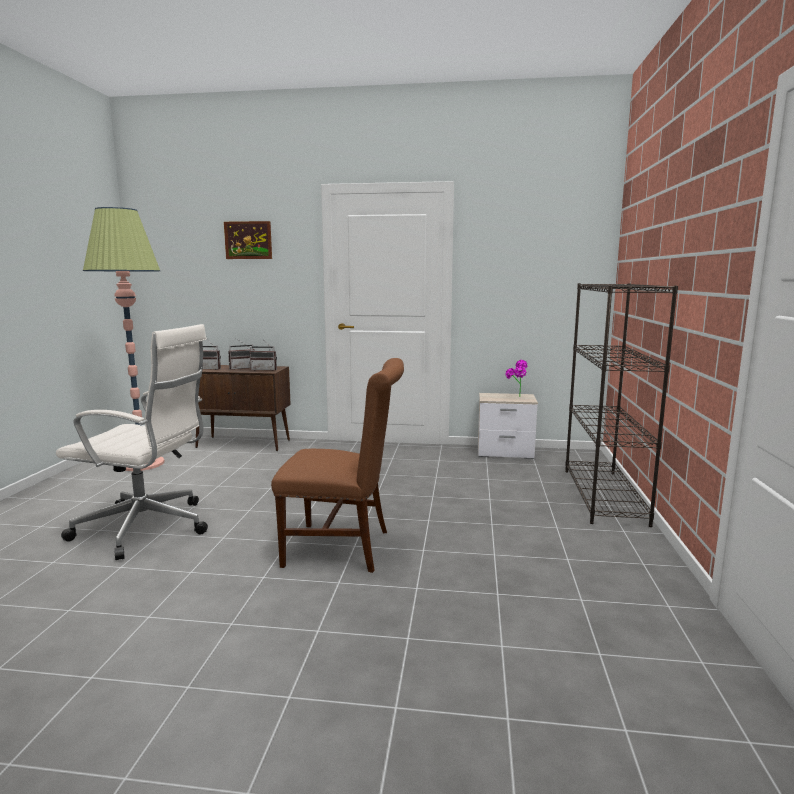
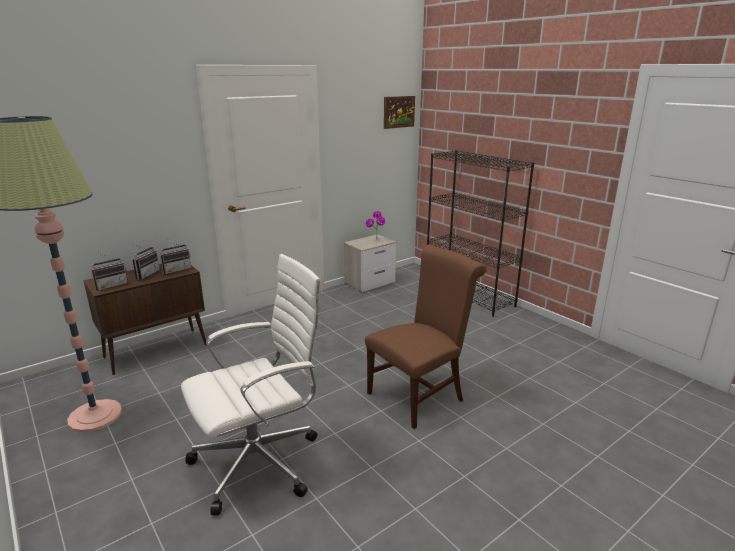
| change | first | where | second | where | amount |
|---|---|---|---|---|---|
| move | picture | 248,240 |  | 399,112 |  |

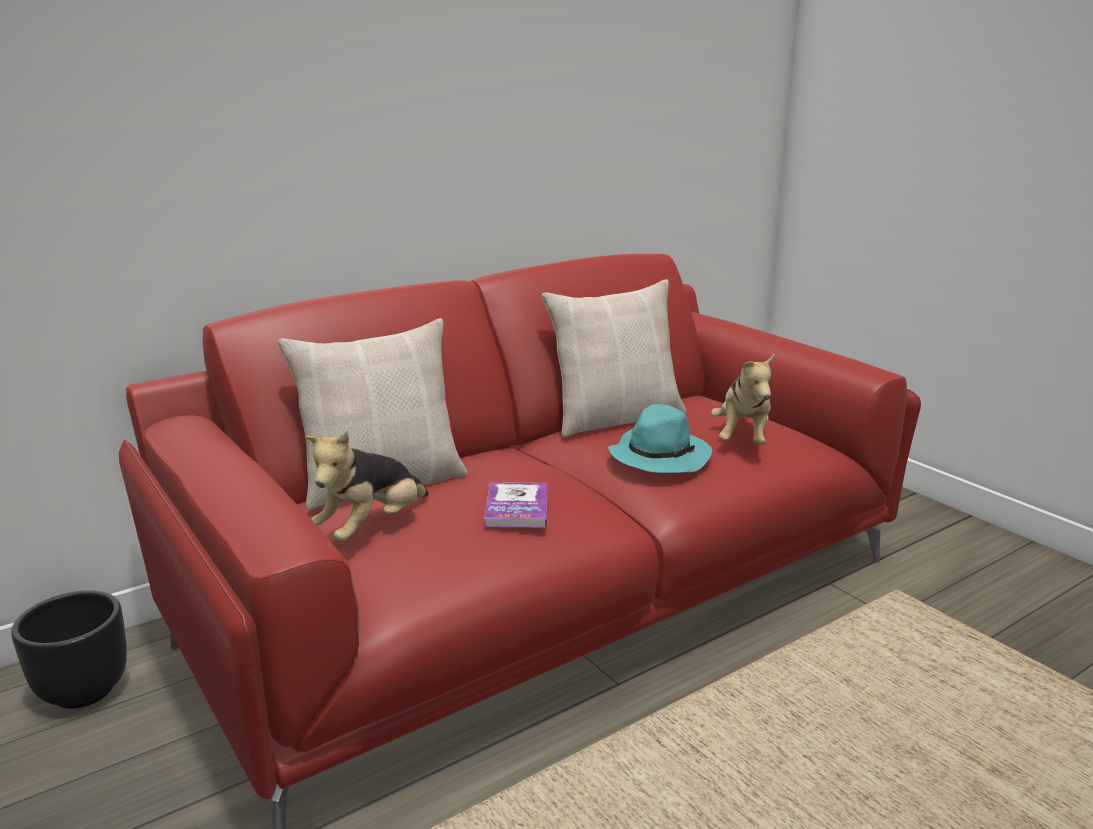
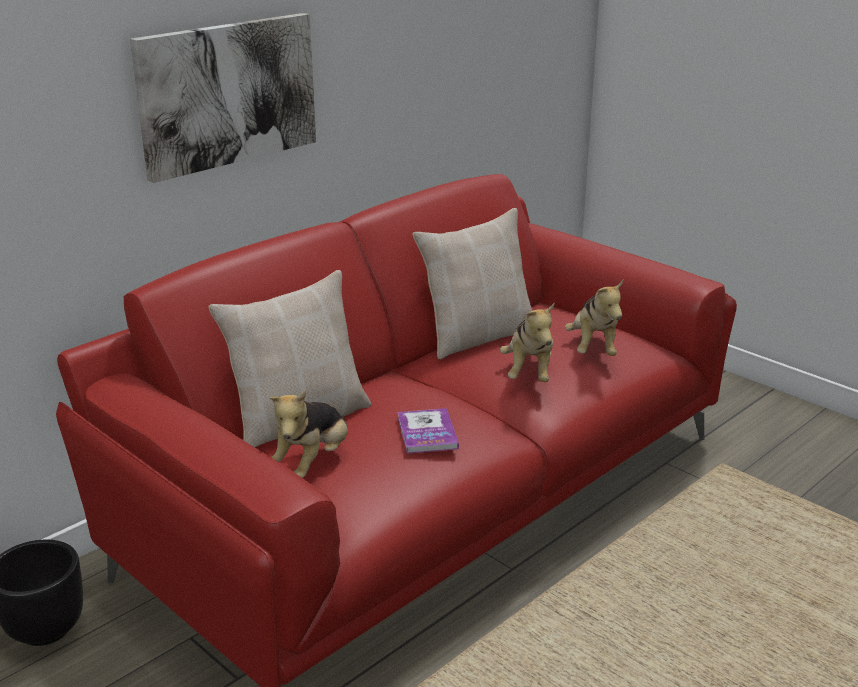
| change | first | where | second | where | amount |
|---|---|---|---|---|---|
| insert |  |  | picture | 227,93 |  |
| replace | turquoise wearable hat | 659,456 | soft toy | 529,372 |  |

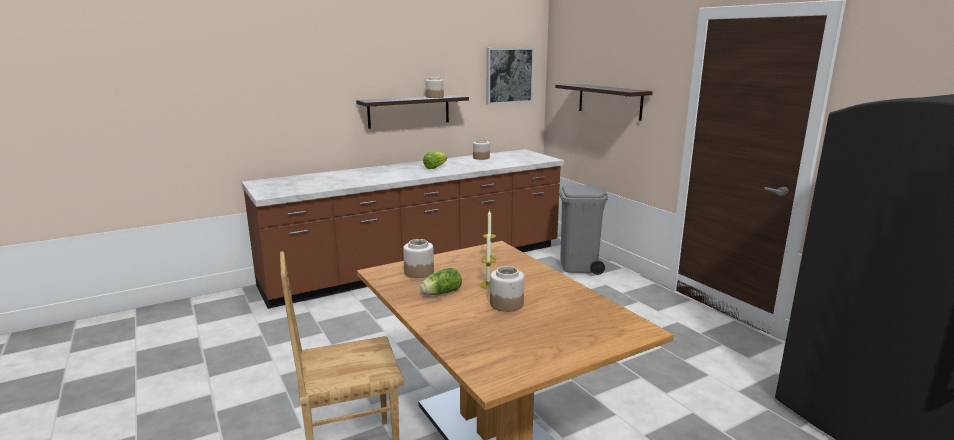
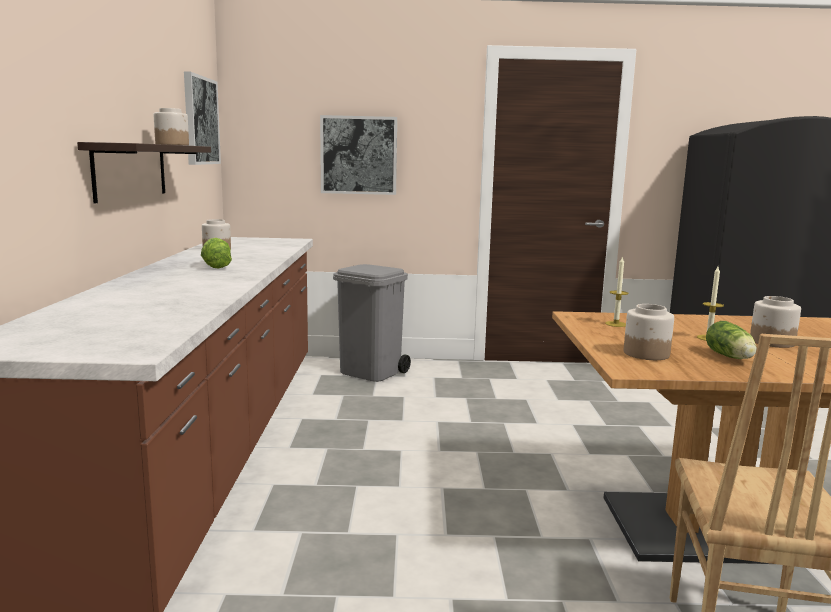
| change | first | where | second | where | amount |
|---|---|---|---|---|---|
| replace | bracket shelf | 609,101 | picture | 359,155 |  |

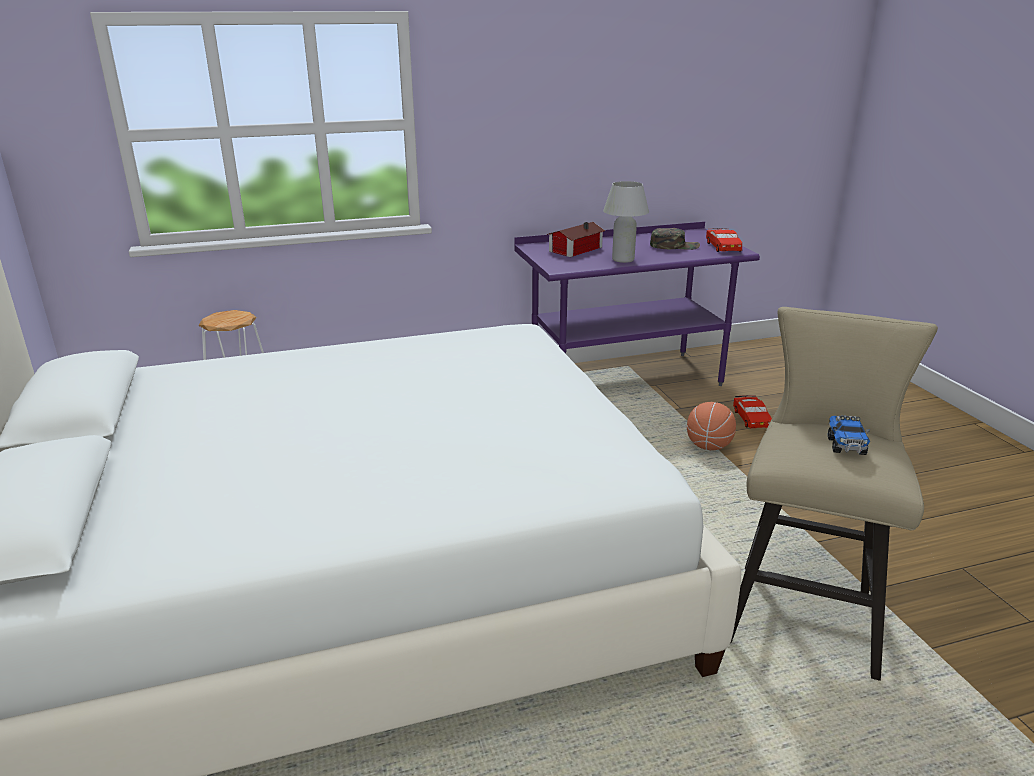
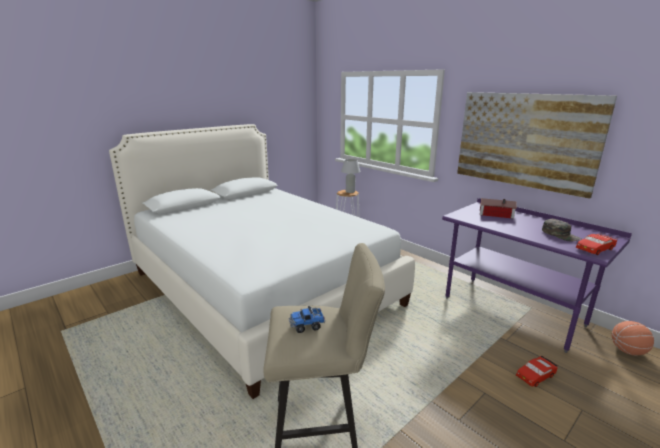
| change | first | where | second | where | amount |
|---|---|---|---|---|---|
| insert |  |  | picture | 525,140 |  |
| move | white tabletop lamp | 623,259 |  | 350,191 |  |
| move | basketball | 708,446 |  | 628,351 |  |

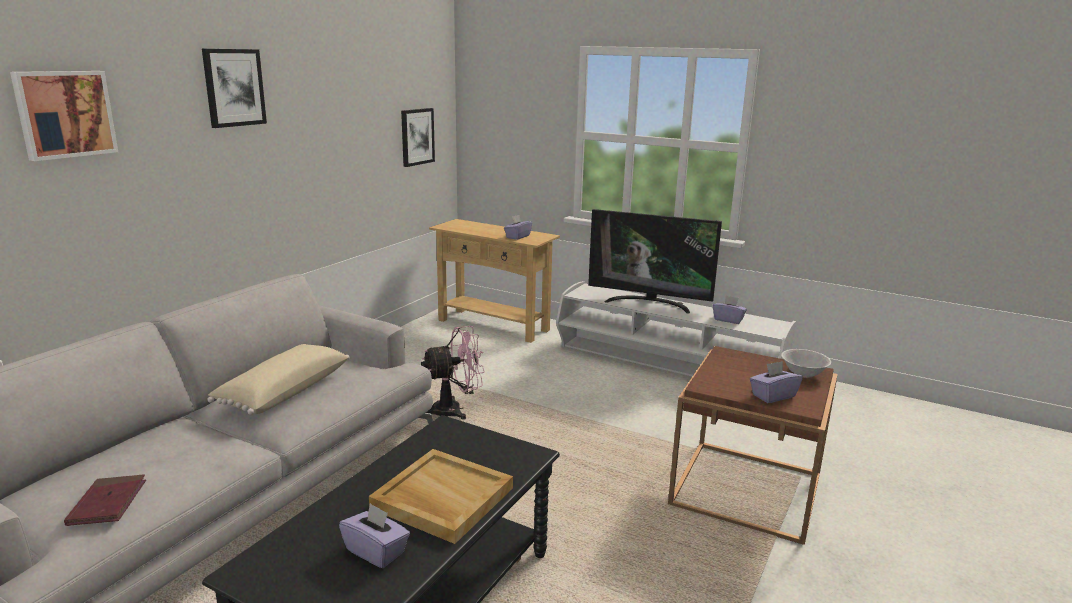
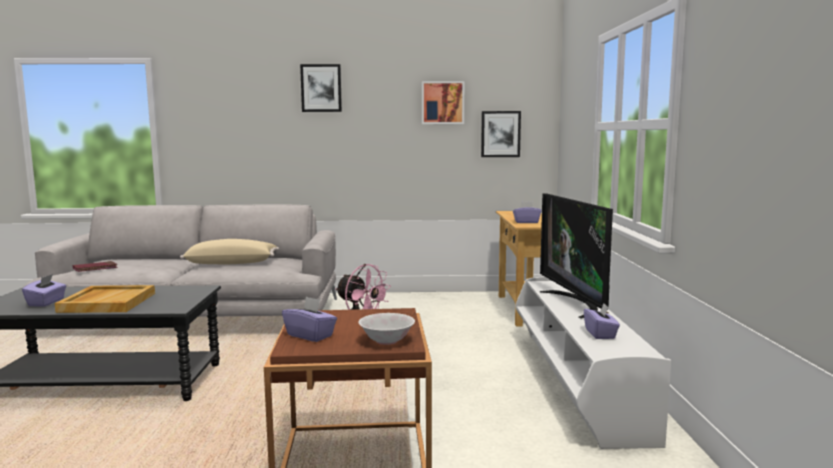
| change | first | where | second | where | amount |
|---|---|---|---|---|---|
| move | picture | 64,114 |  | 442,103 |  |

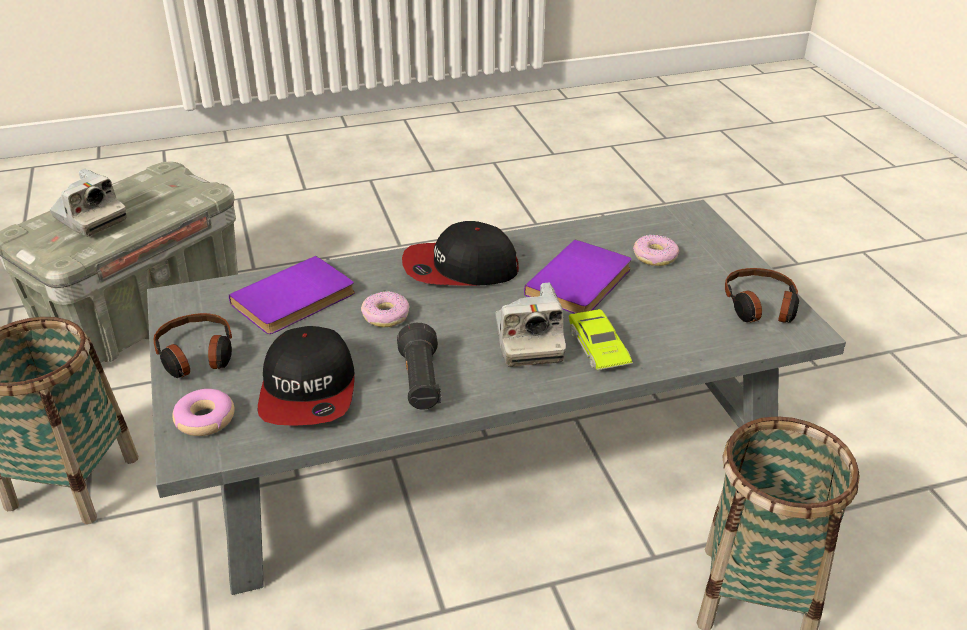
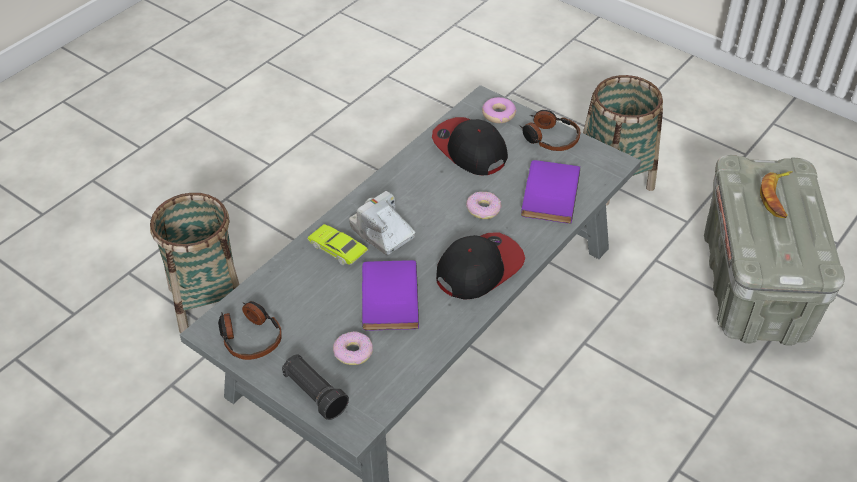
| change | first | where | second | where | amount |
|---|---|---|---|---|---|
| move | black-coloured torch | 421,383 |  | 314,393 |  |
| replace | photo camera | 90,219 | whole banana | 777,197 |  |

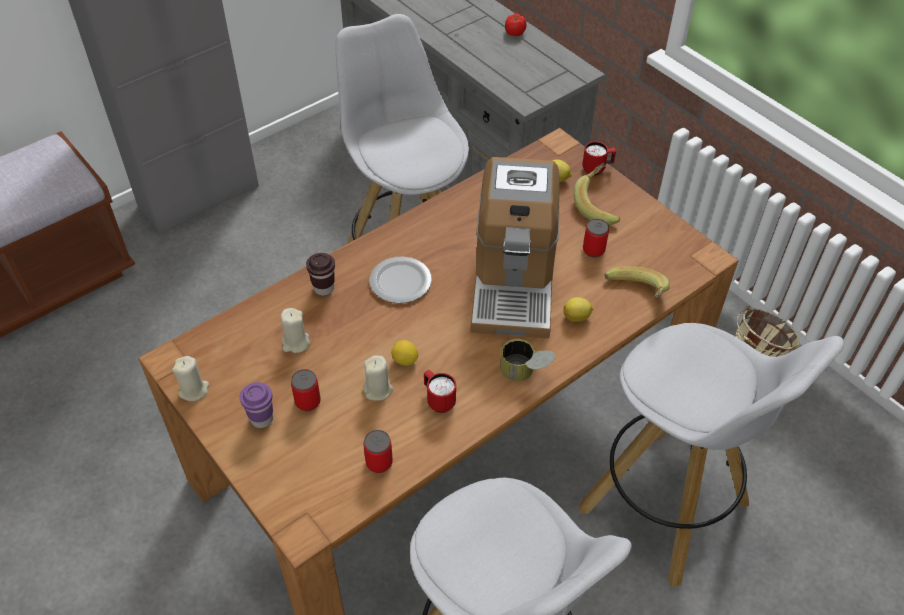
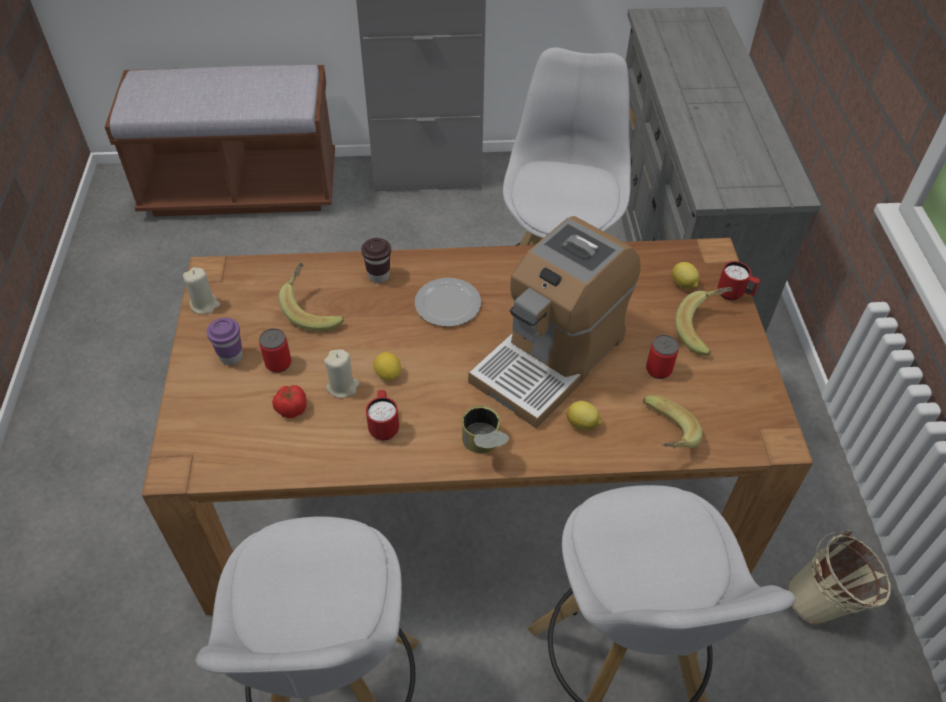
| change | first | where | second | where | amount |
|---|---|---|---|---|---|
| delete | can | 379,462 |  |  |  |
| move | fresh tomato | 514,33 |  | 291,409 |  |
| replace | beige-coloured candle | 296,343 | whole banana | 314,309 |  |

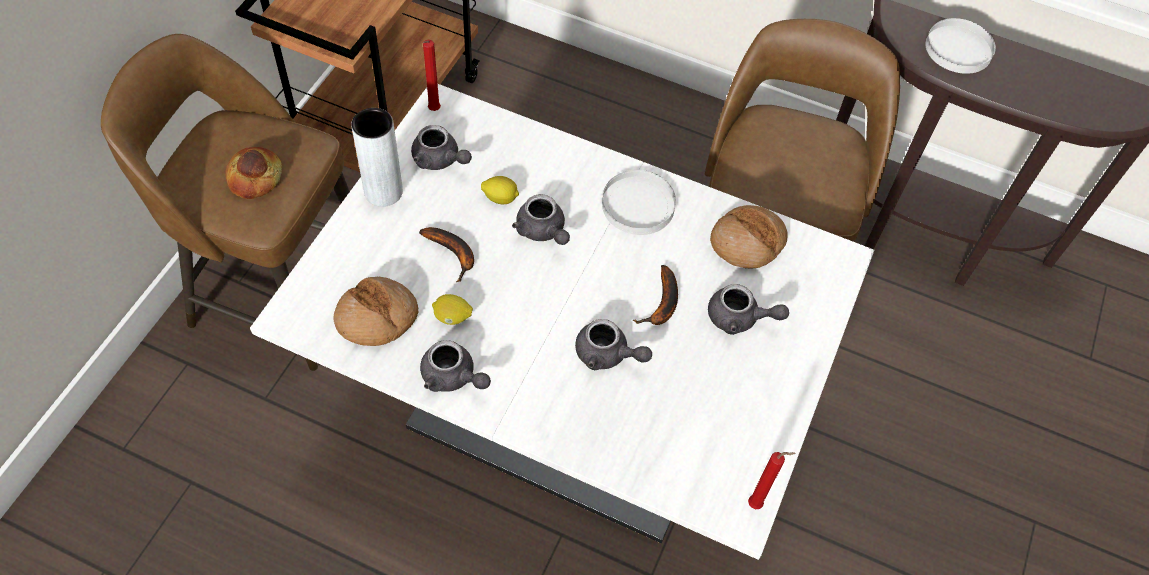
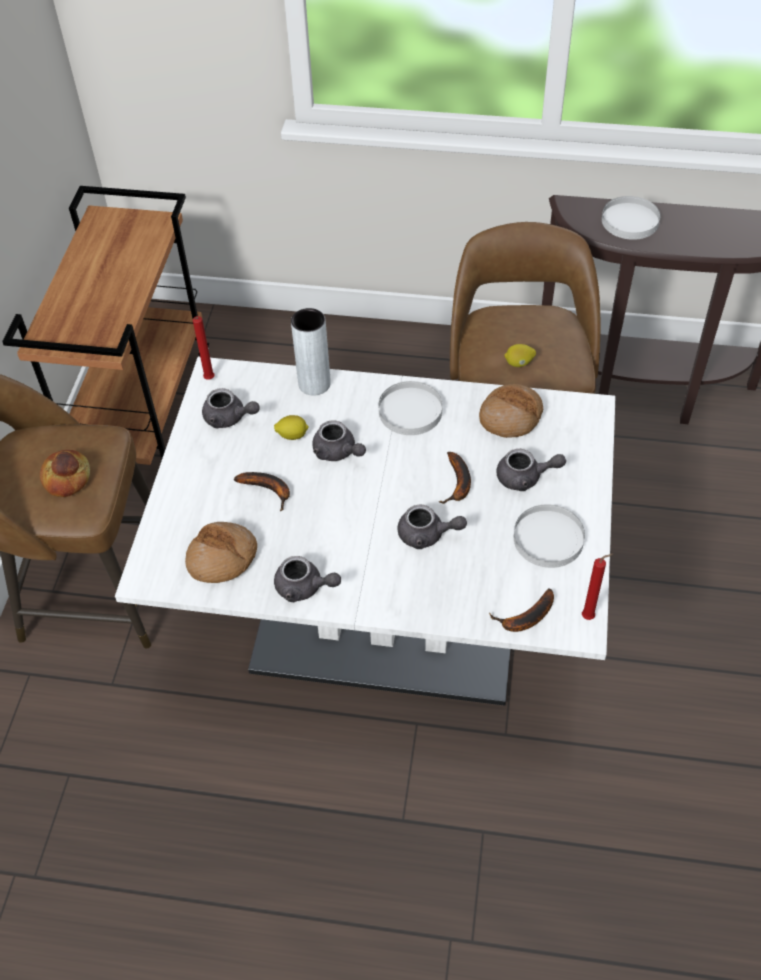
| change | first | where | second | where | amount |
|---|---|---|---|---|---|
| insert |  |  | whole banana | 525,618 |  |
| insert |  |  | white flat dish | 549,538 |  |
| move | gray decorative vase | 383,192 |  | 314,384 |  |
| move | citrus fruit | 452,317 |  | 519,363 |  |

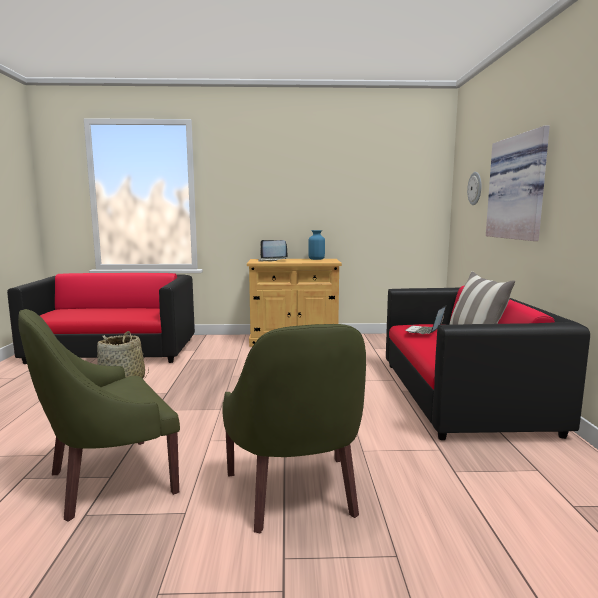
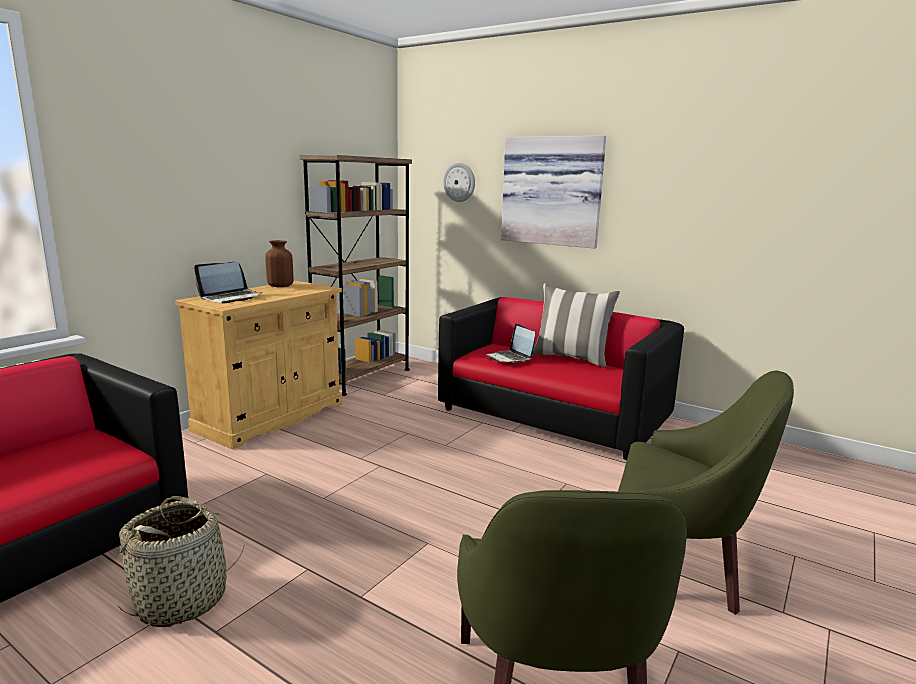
| change | first | where | second | where | amount |
|---|---|---|---|---|---|
| insert |  |  | brownish bookshelf | 362,377 |  |
| recolor | blue-coloured decorative vase | 316,259 | brownish decorative vase | 280,286 |  |

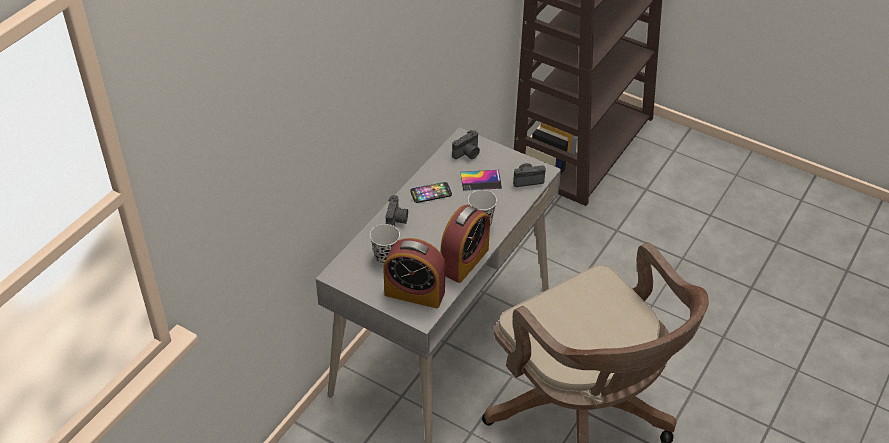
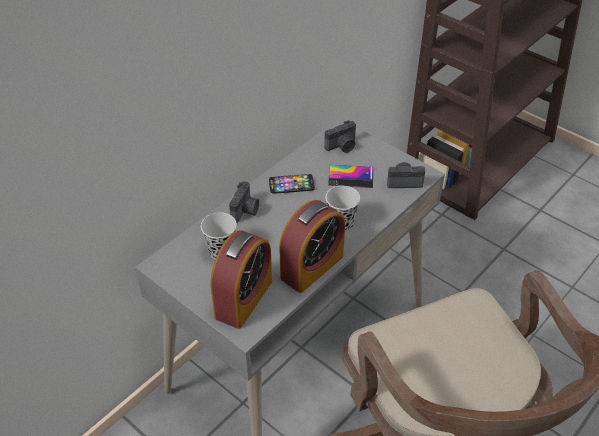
| change | first | where | second | where | amount |
|---|---|---|---|---|---|
| rotate | alarm clock | 414,293 |  | 244,299 | 90 degrees counterclockwise |

